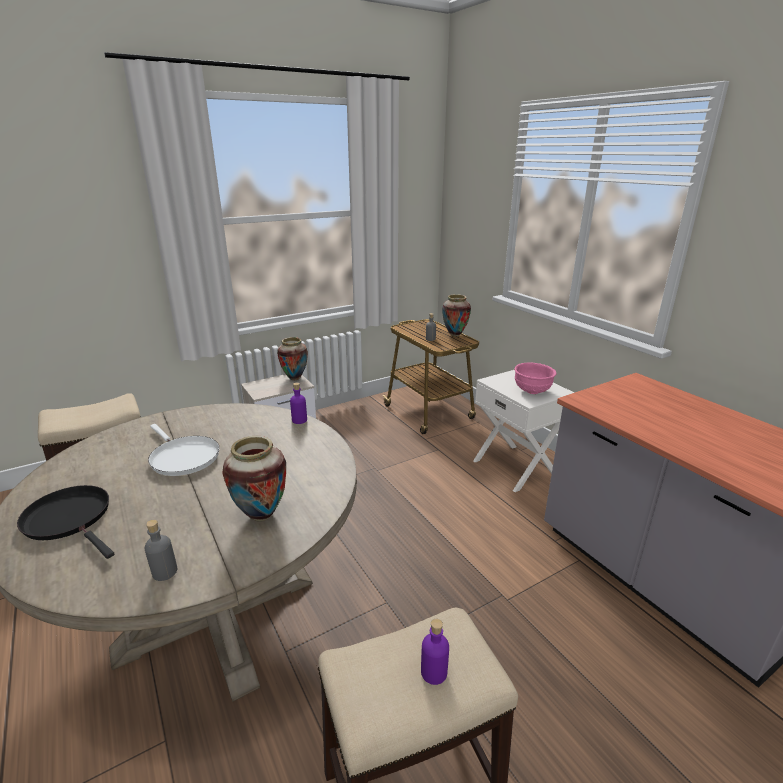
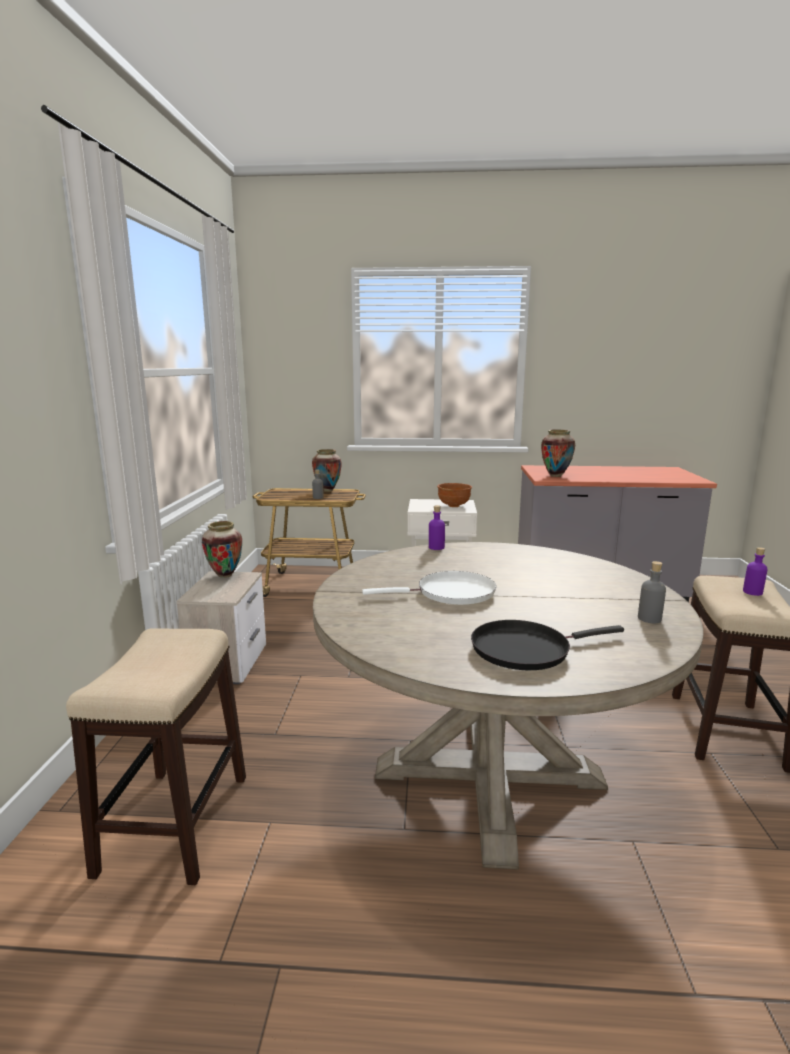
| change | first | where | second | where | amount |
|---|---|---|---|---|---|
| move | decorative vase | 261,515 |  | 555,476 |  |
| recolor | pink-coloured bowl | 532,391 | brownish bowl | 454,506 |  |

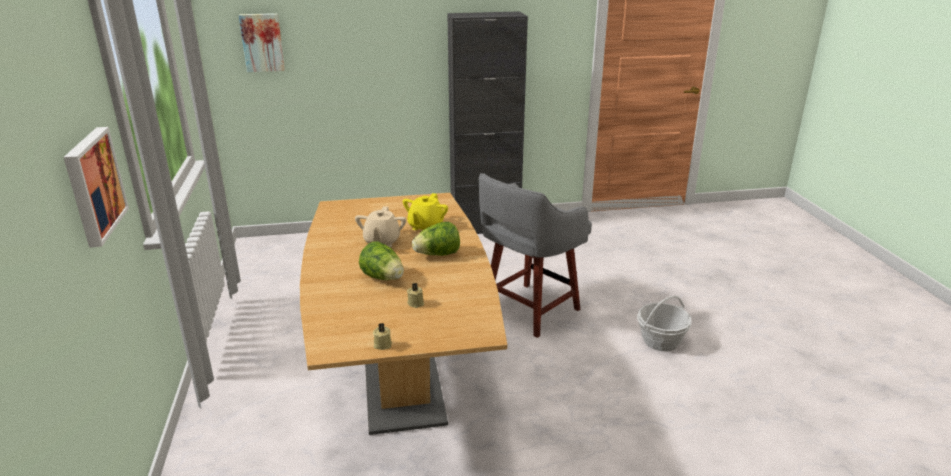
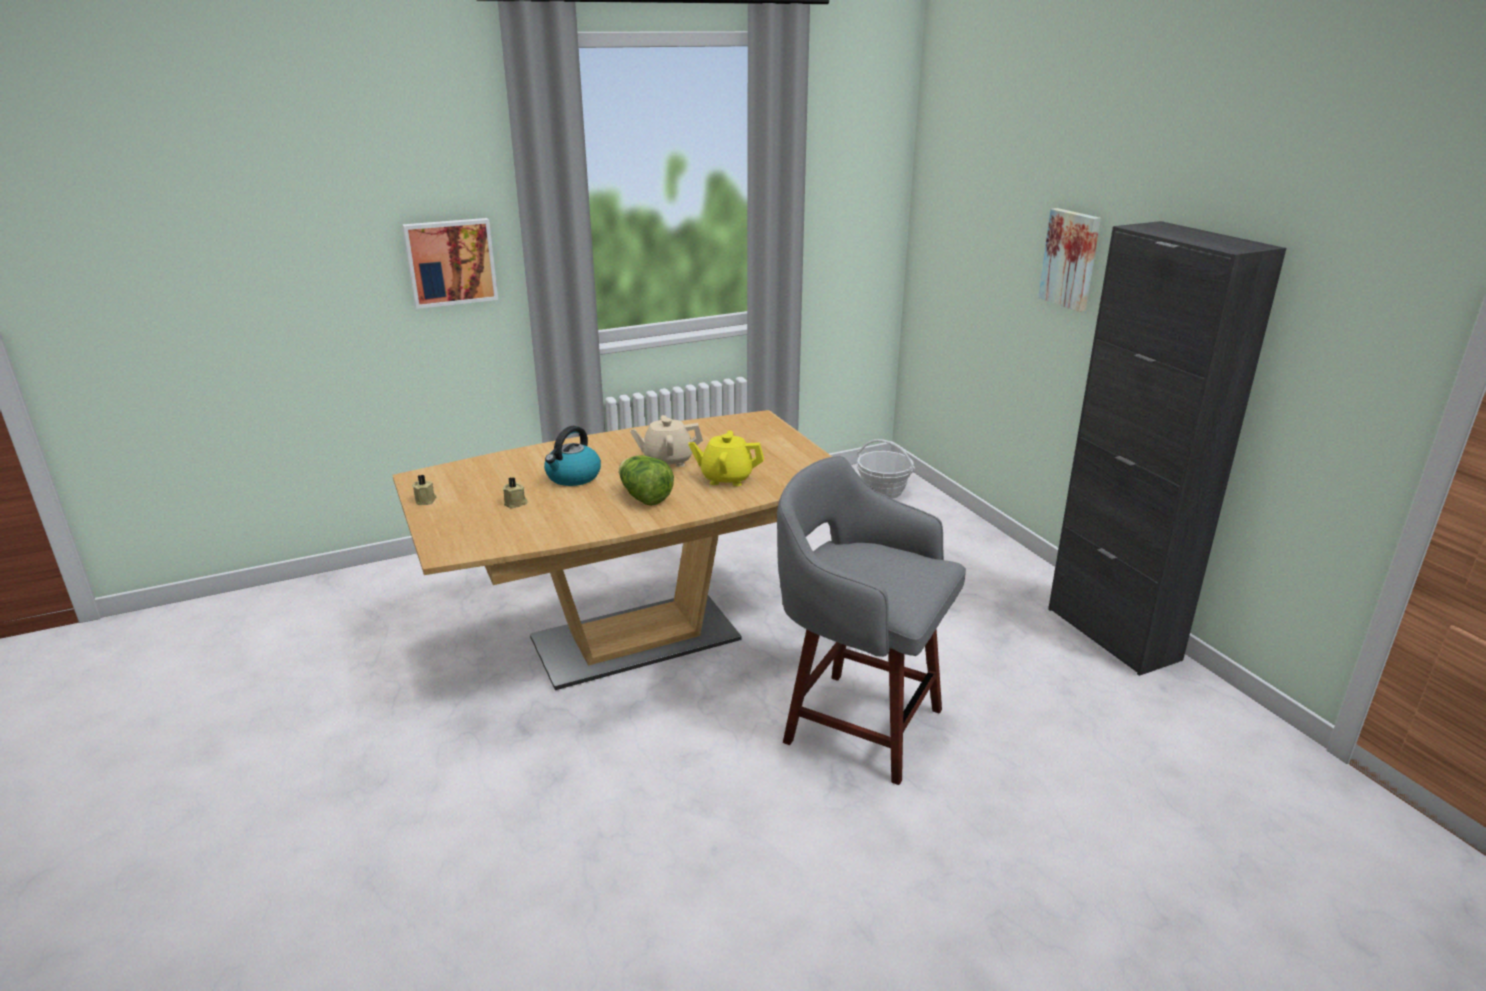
| change | first | where | second | where | amount |
|---|---|---|---|---|---|
| move | picture | 262,42 |  | 1071,259 |  |
| move | basket | 660,341 |  | 883,491 |  |
| replace | lettuce head | 383,278 | water kettle | 573,477 |  |

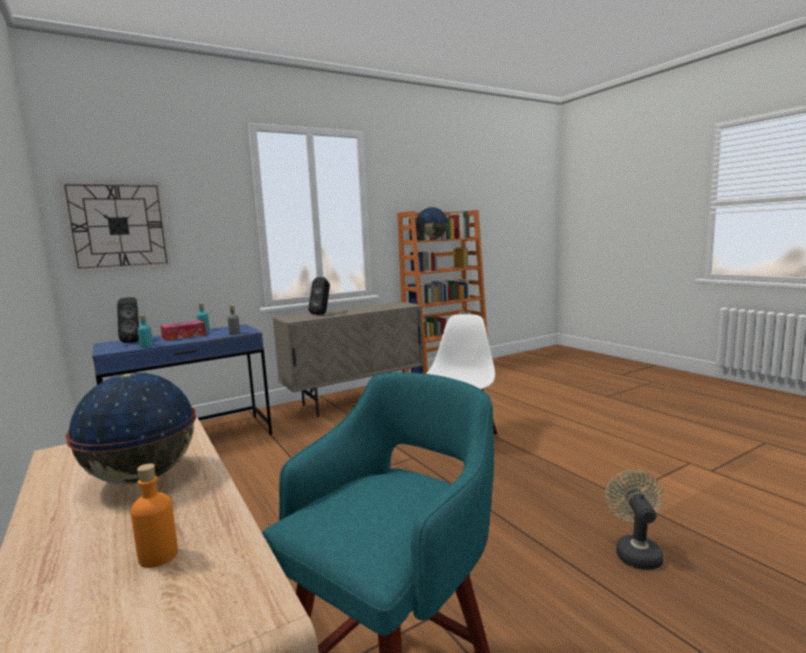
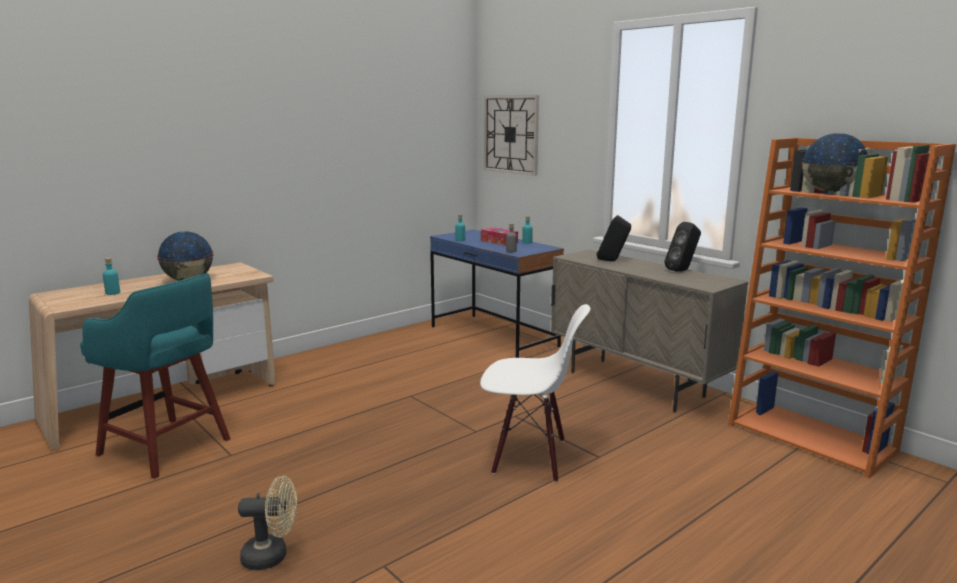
| change | first | where | second | where | amount |
|---|---|---|---|---|---|
| move | black-coloured speaker | 133,342 |  | 682,271 |  |
| recolor | orangey drink bottle | 158,556 | turquoise drink bottle | 113,293 |  |

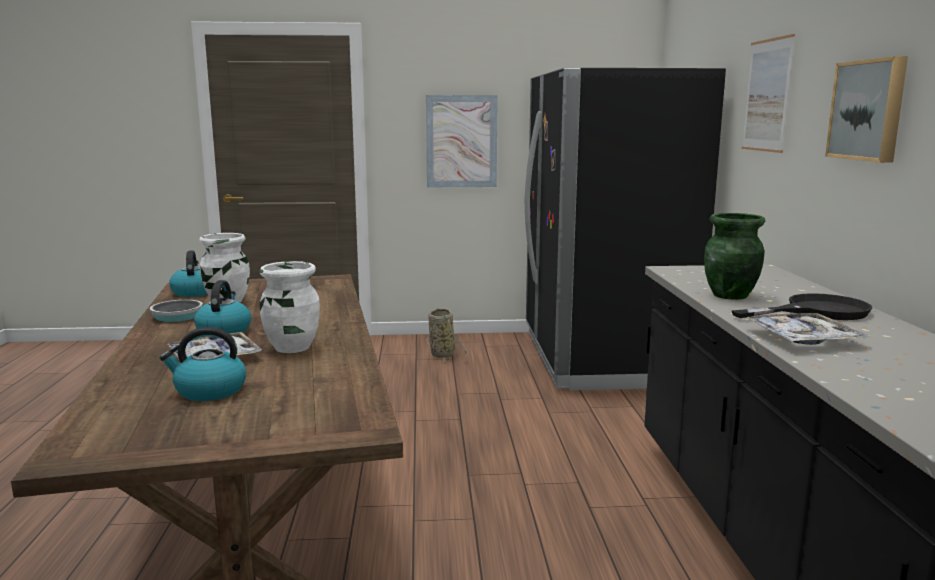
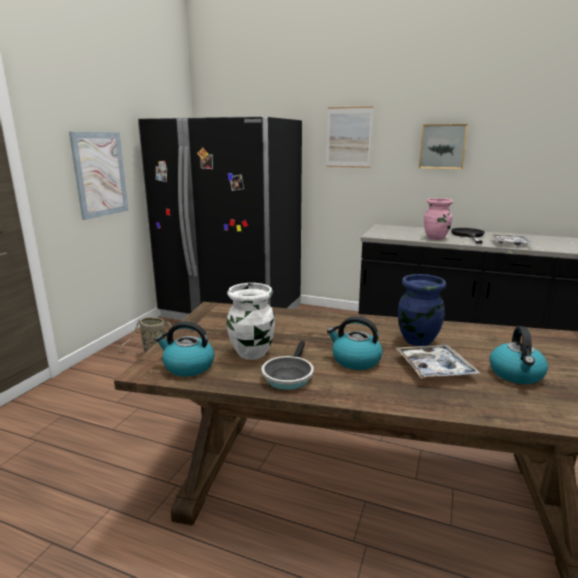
| change | first | where | second | where | amount |
|---|---|---|---|---|---|
| recolor | white decorative vase | 291,347 | blue-coloured decorative vase | 417,340 |  |
| recolor | green-coloured decorative vase | 730,295 | pink-coloured decorative vase | 436,238 |  |

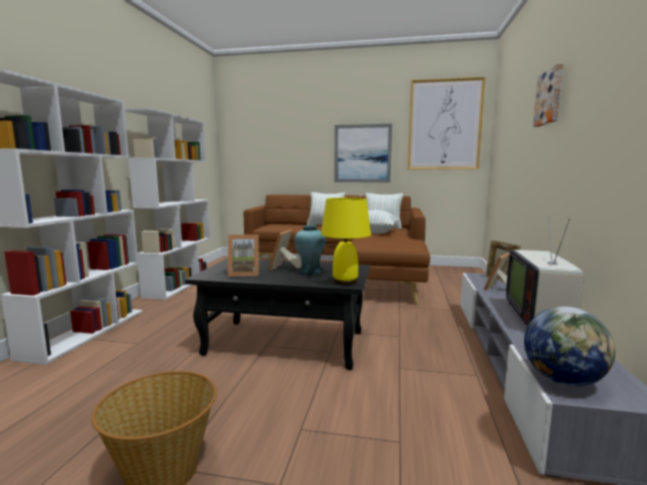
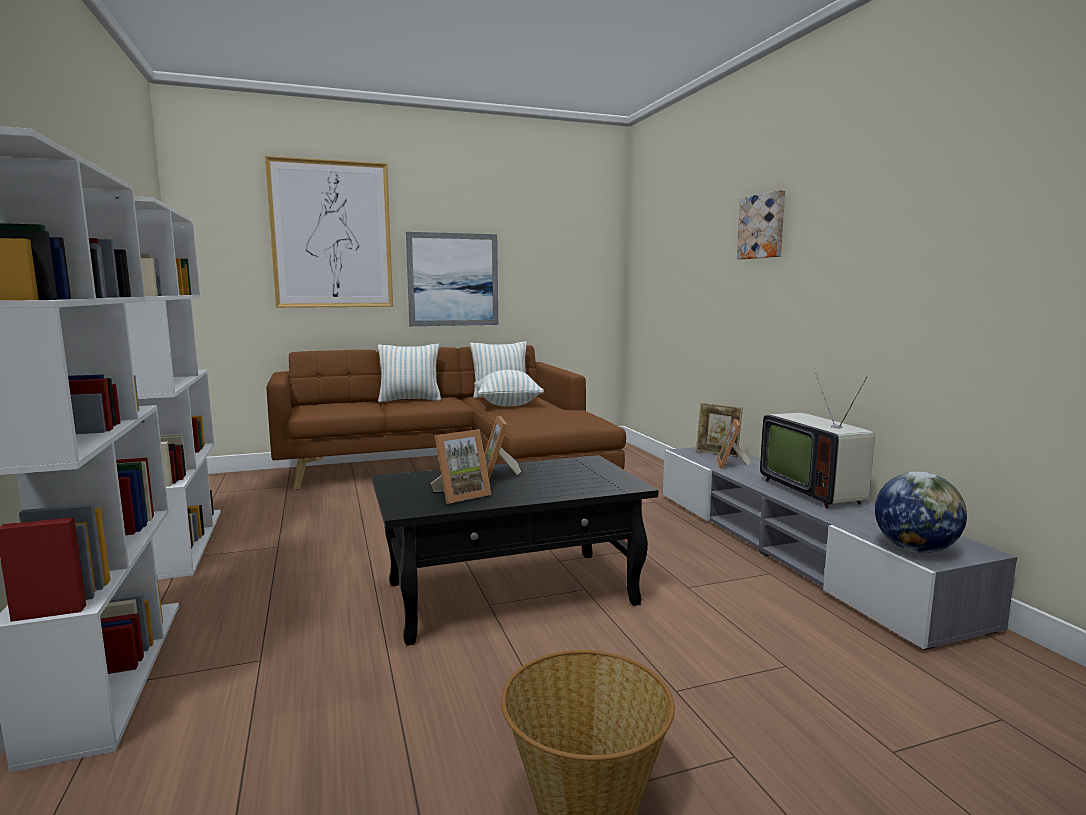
| change | first | where | second | where | amount |
|---|---|---|---|---|---|
| delete | turquoise decorative vase | 310,272 |  |  |  |
| delete | yellowish tabletop lamp | 345,281 |  |  |  |
| move | picture | 444,125 |  | 332,235 |  |

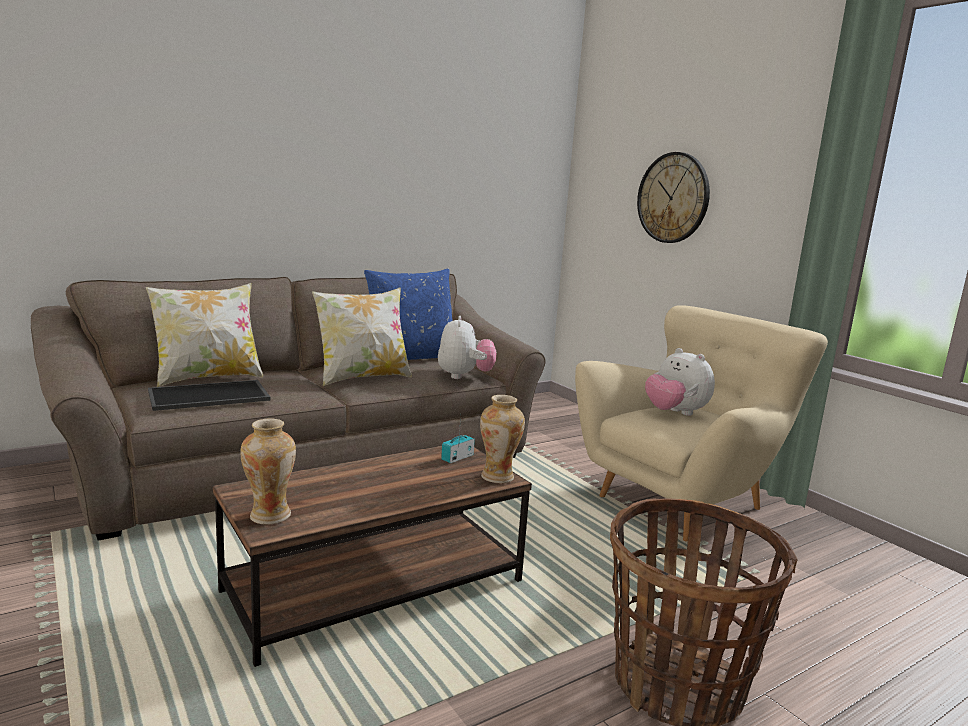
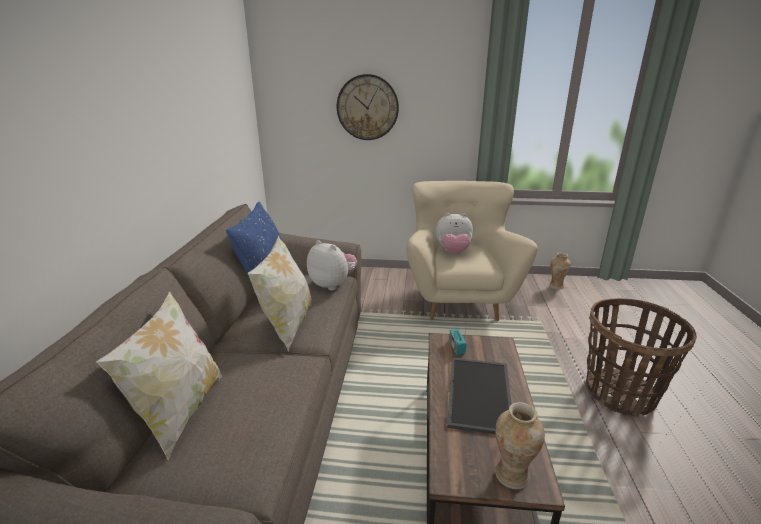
| change | first | where | second | where | amount |
|---|---|---|---|---|---|
| move | tray | 208,396 |  | 481,395 |  |
| move | decorative vase | 498,477 |  | 556,286 |  |

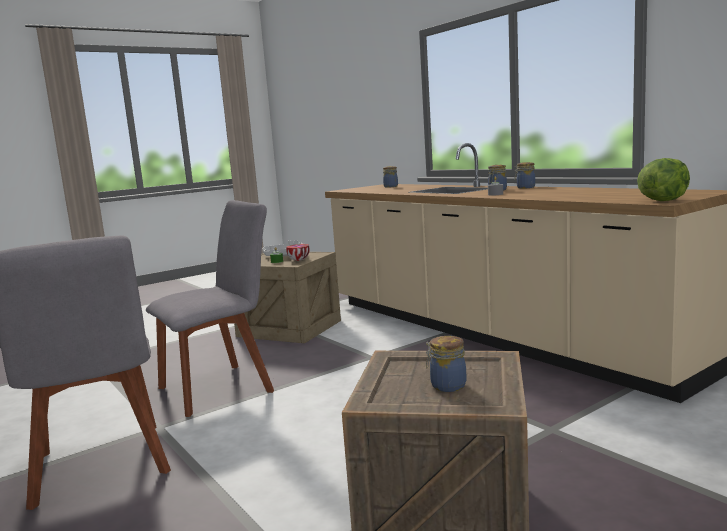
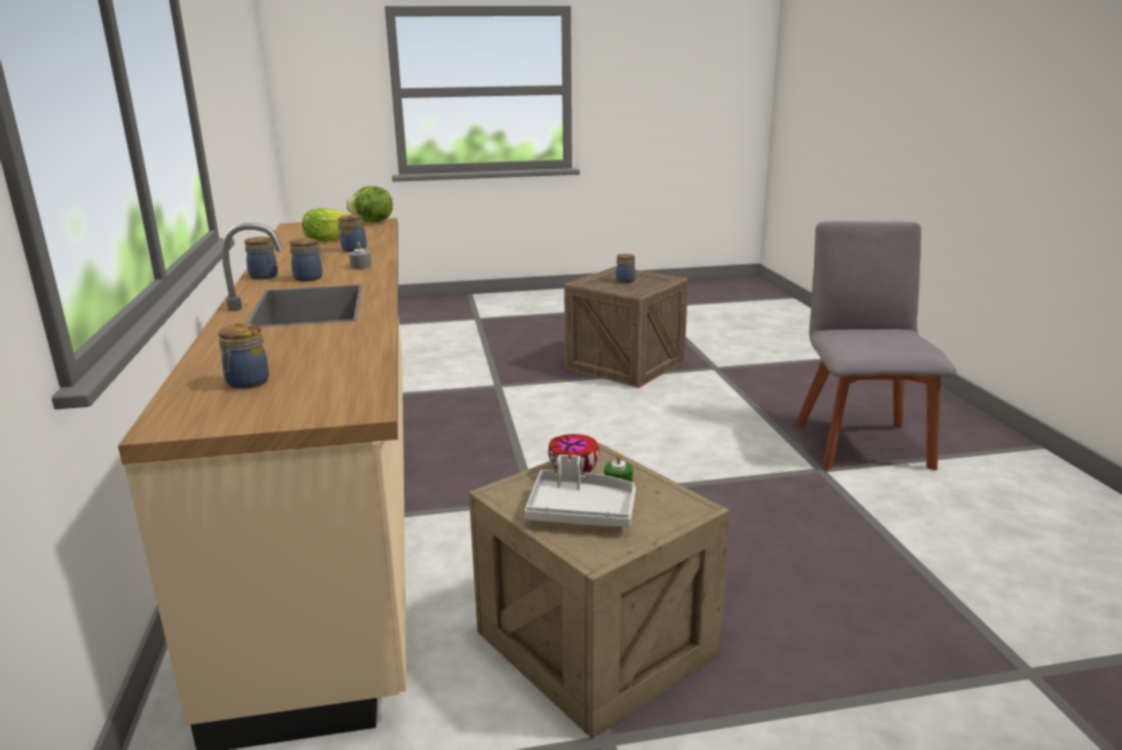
| change | first | where | second | where | amount |
|---|---|---|---|---|---|
| delete | gray chair | 221,387 |  |  |  |
| insert |  |  | lettuce head | 328,240 |  |
| insert |  |  | preserve jar | 353,249 |  |

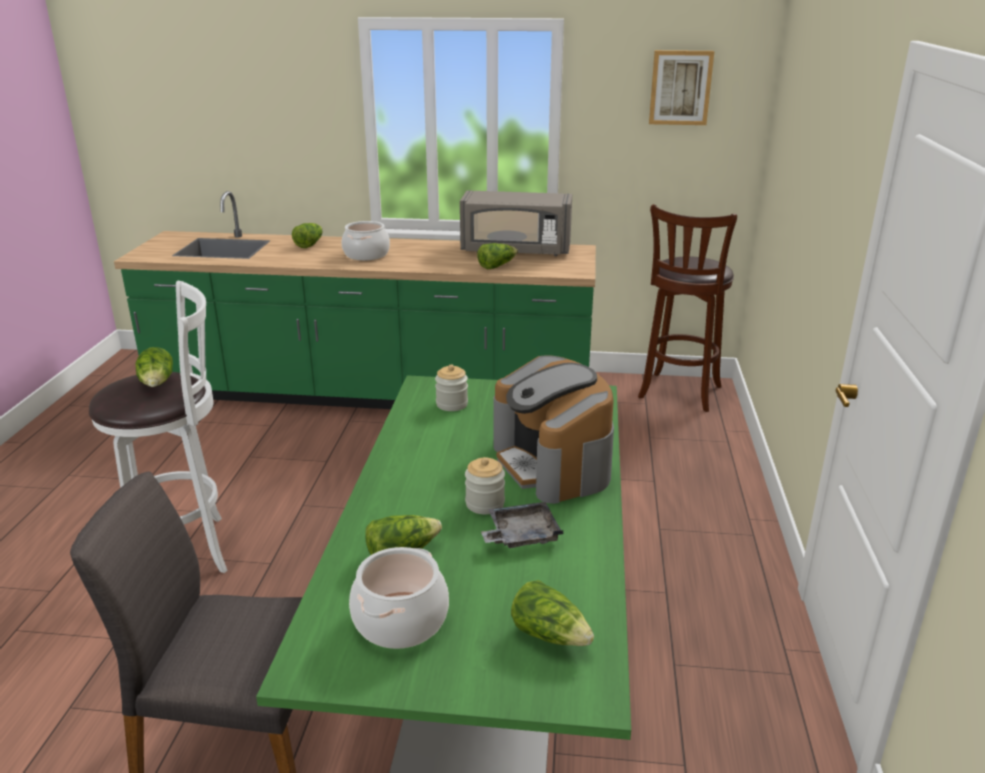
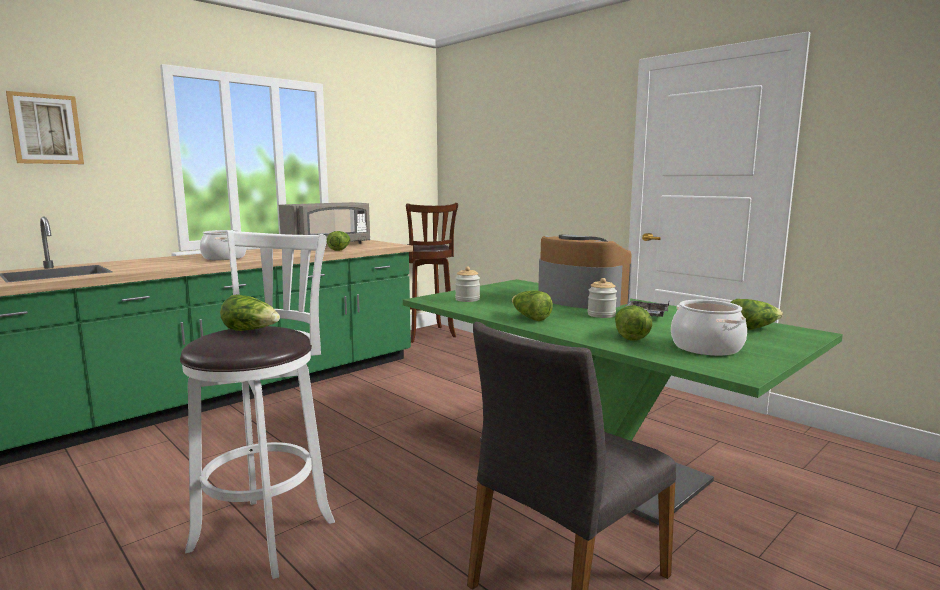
| change | first | where | second | where | amount |
|---|---|---|---|---|---|
| move | lettuce head | 309,244 |  | 530,318 |  |
| move | picture | 680,87 |  | 46,129 |  |
| rotate | coffee machine | 553,464 |  | 580,299 | 150 degrees counterclockwise |

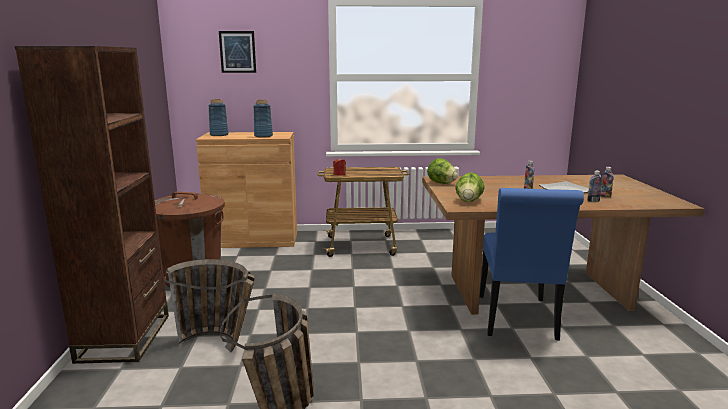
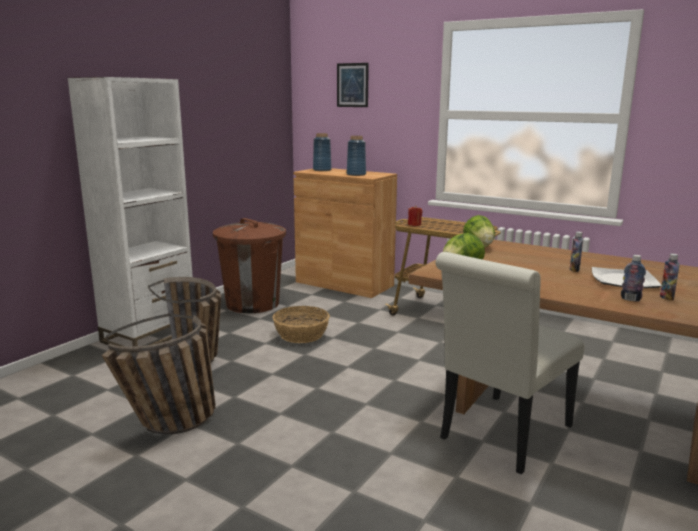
| change | first | where | second | where | amount |
|---|---|---|---|---|---|
| insert |  |  | basket | 301,335 |  |
| recolor | brownish bookshelf | 125,337 | white bookshelf | 149,335 |  |
| recolor | blue-coloured chair | 517,320 | white chair | 502,436 |  |

